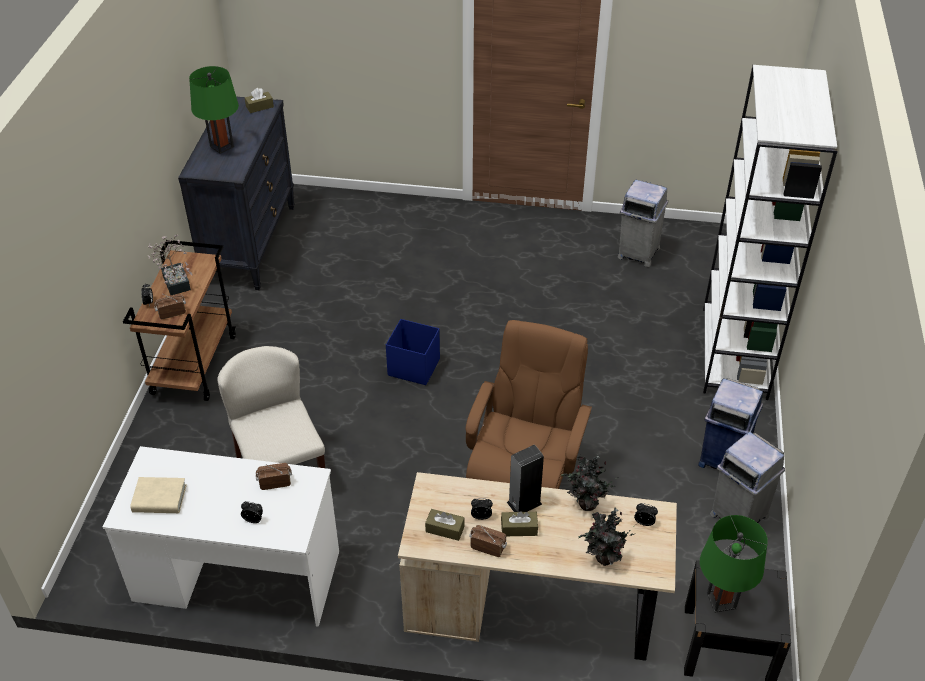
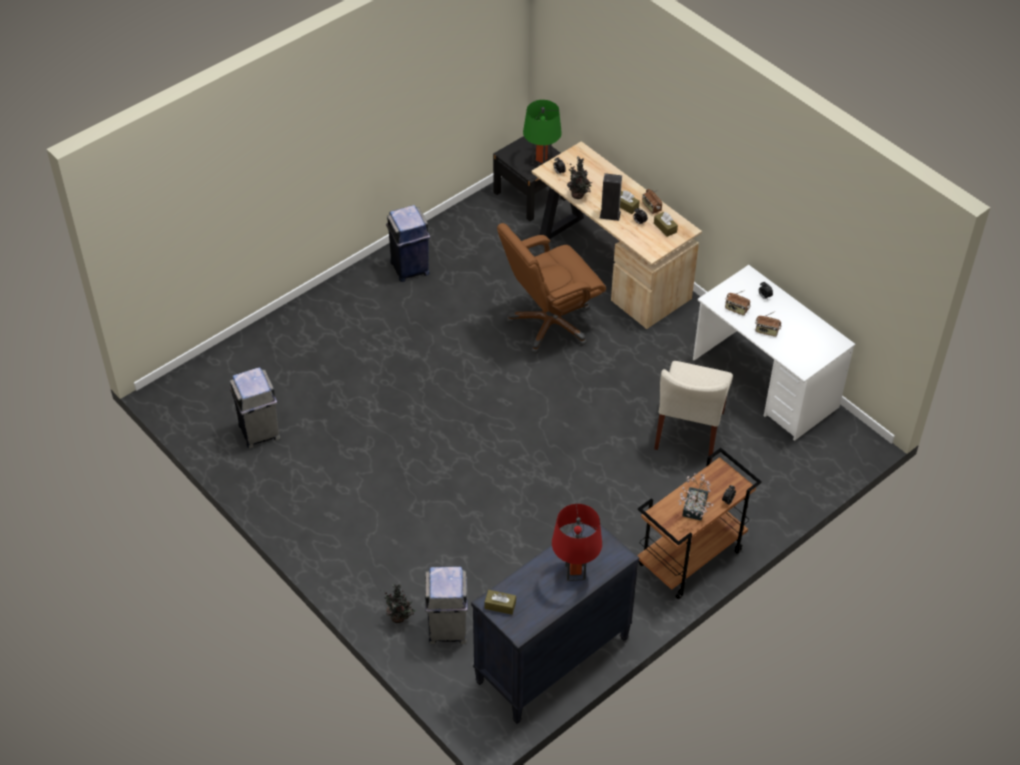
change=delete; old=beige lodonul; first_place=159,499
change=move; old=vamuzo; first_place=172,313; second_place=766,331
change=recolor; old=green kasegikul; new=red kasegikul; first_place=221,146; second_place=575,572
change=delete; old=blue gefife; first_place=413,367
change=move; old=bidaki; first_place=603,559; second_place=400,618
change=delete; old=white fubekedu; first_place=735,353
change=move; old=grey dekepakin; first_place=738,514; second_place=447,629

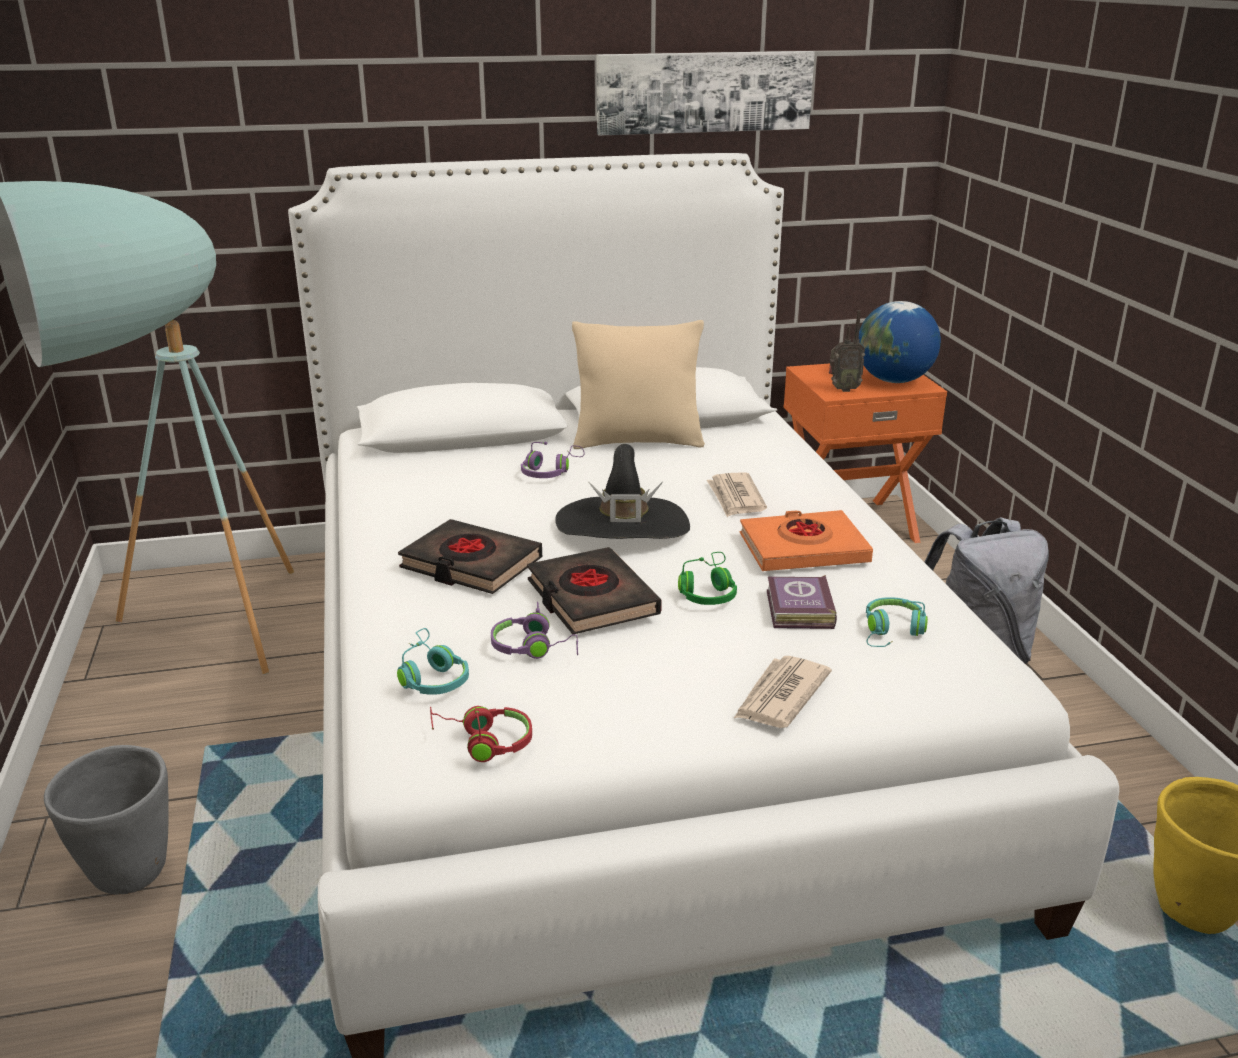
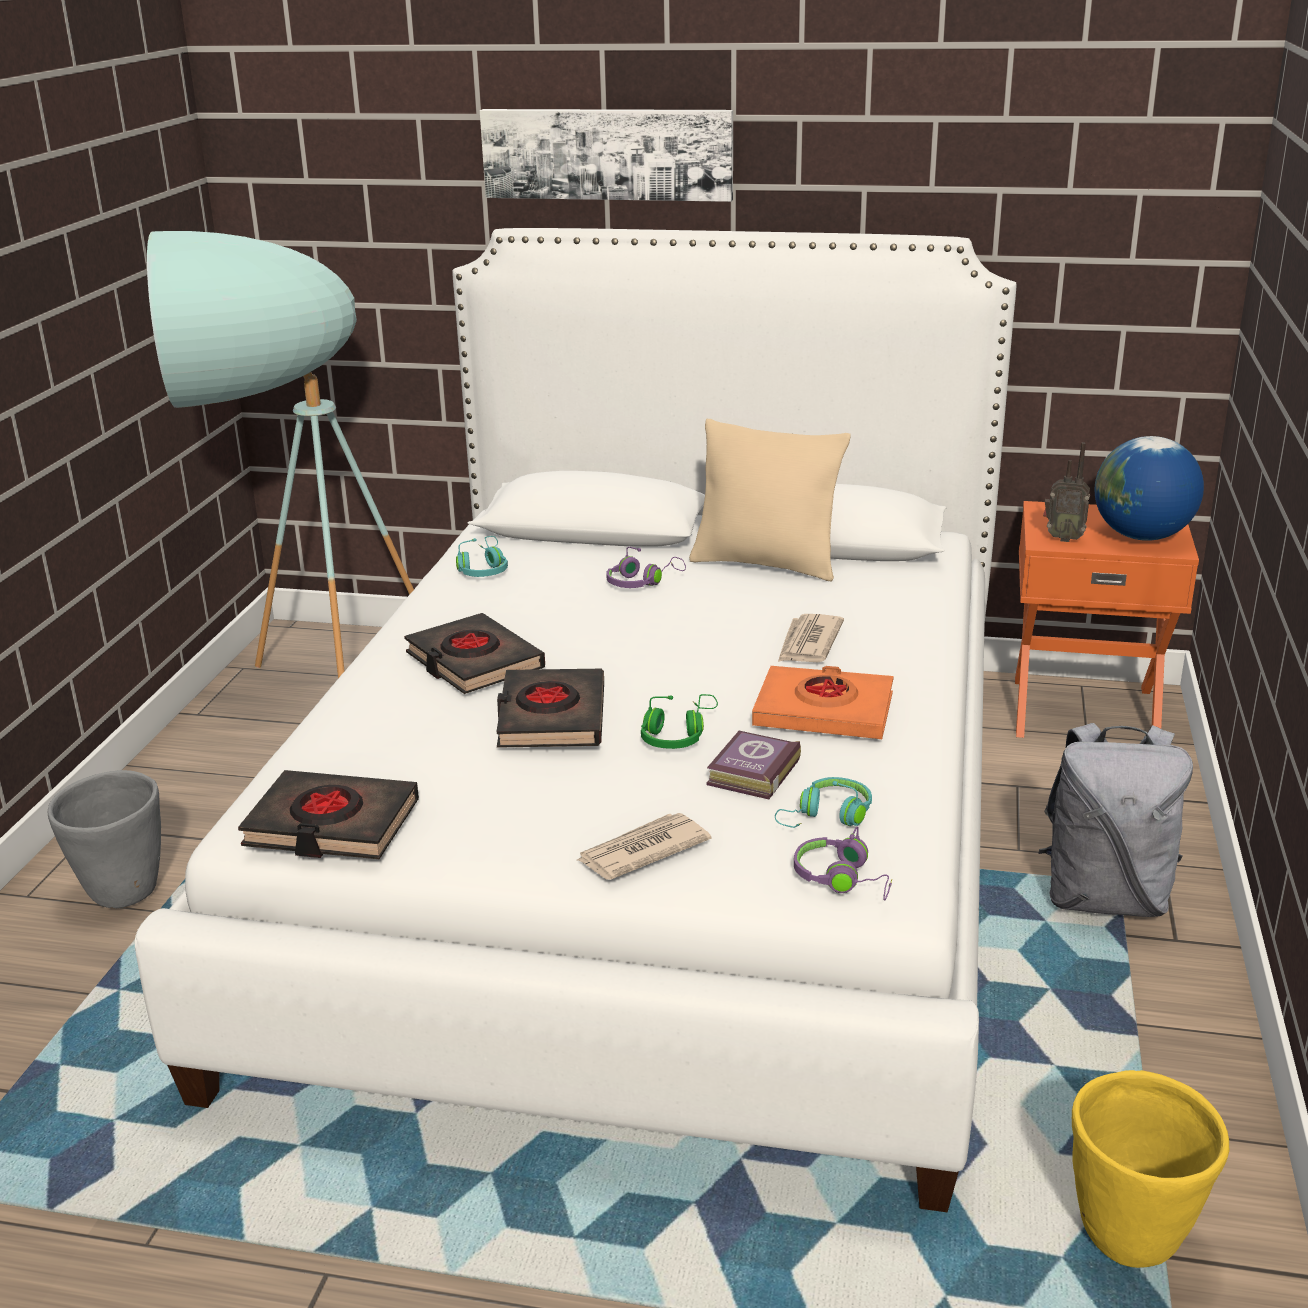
change=move; old=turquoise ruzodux; first_place=431,677; second_place=483,569
change=replace; old=red ruzodux; new=black lodonul; first_place=482,742; second_place=331,825
change=move; old=purple ruzodux; first_place=534,648; second_place=843,879
change=delete; old=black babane; first_place=623,526
change=move; old=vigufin; first_place=704,92; second_place=607,154

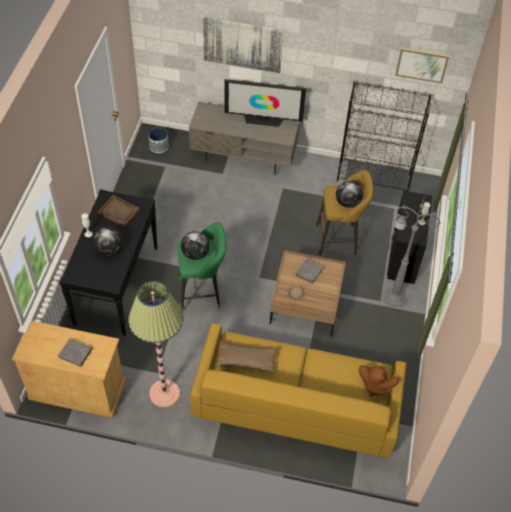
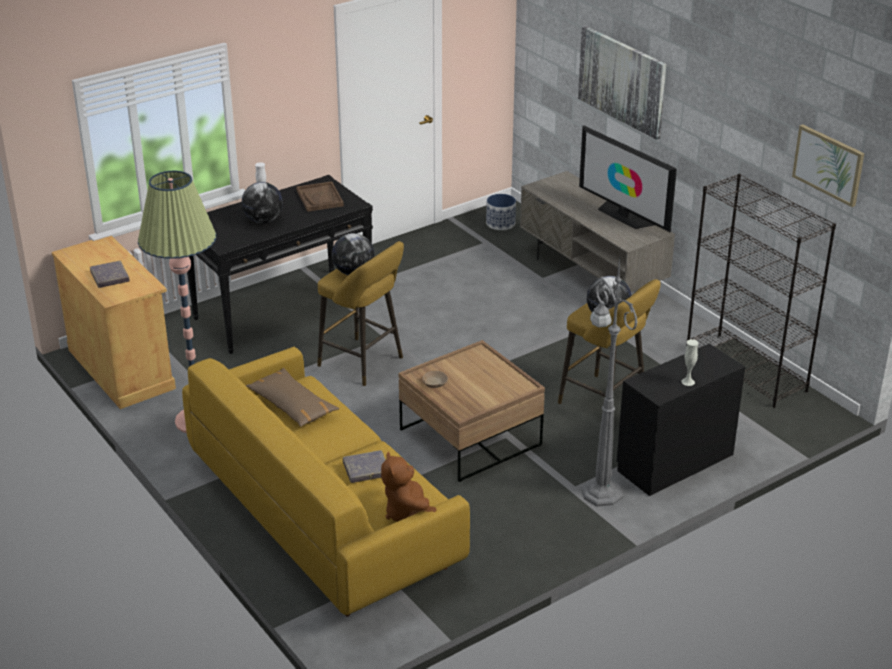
change=recolor; old=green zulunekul; new=yellow zulunekul; first_place=202,293; second_place=364,363
change=move; old=grey lodonul; first_place=309,272; second_place=366,469

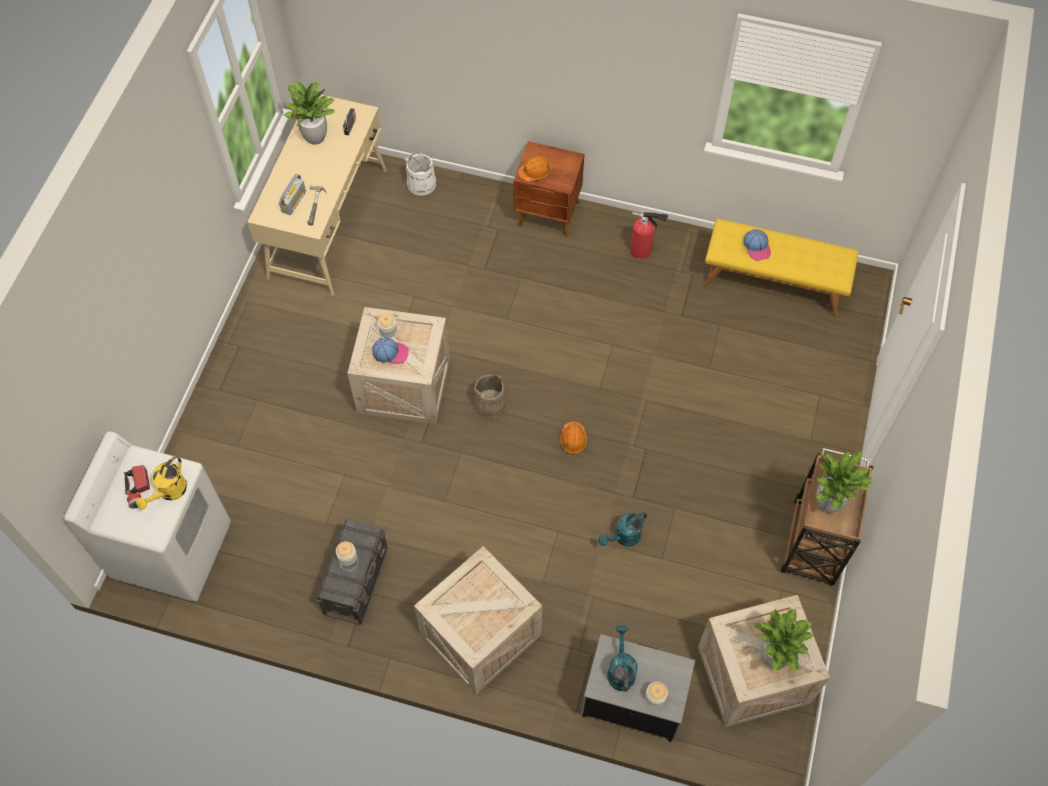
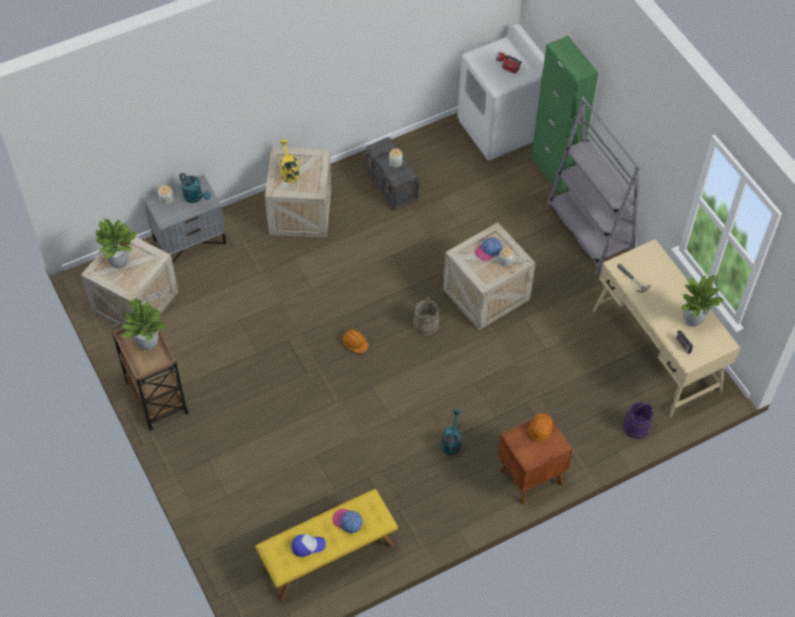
change=move; old=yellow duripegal; first_place=169,492; second_place=289,172
change=delete; old=vamuzo; first_place=294,201
change=recolor; old=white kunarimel; new=purple kunarimel; first_place=421,183; second_place=636,427
change=move; old=turquoise duripegal; first_place=624,538; second_place=451,442
change=delete; old=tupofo; first_place=643,250
change=insert; new=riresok; second_place=308,546
change=insert; new=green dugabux; second_place=554,171
change=insert; new=grey fubekedu; second_place=590,231

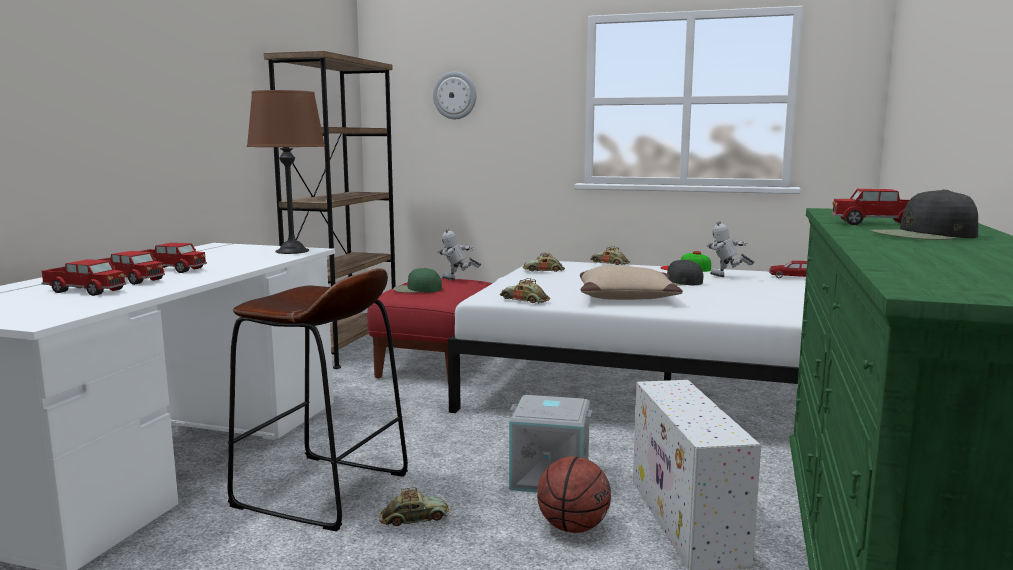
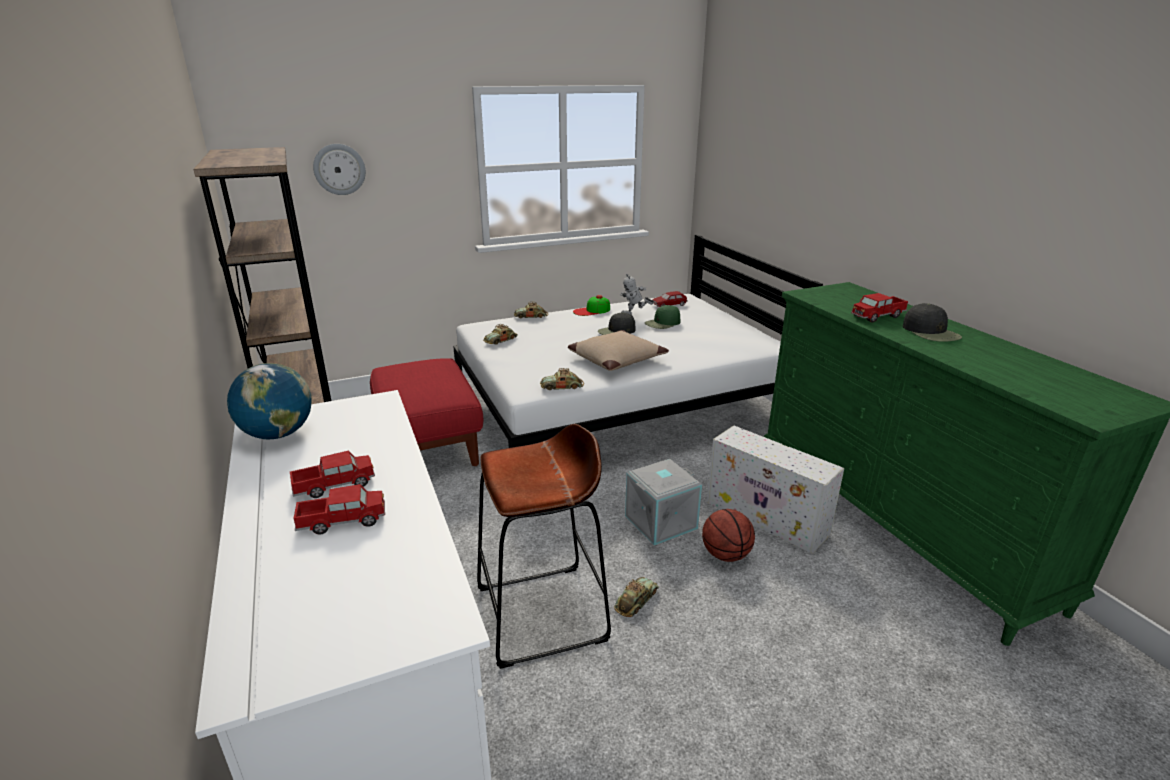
change=delete; old=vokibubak; first_place=85,291
change=delete; old=brown kasegikul; first_place=292,251
change=move; old=green riresok; first_place=416,289; second_place=663,323
change=delete; old=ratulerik; first_place=457,280
change=rotate; old=black riresok; first_place=924,235; second_place=931,332; degrees=-60
change=insert; new=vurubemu; second_place=278,434

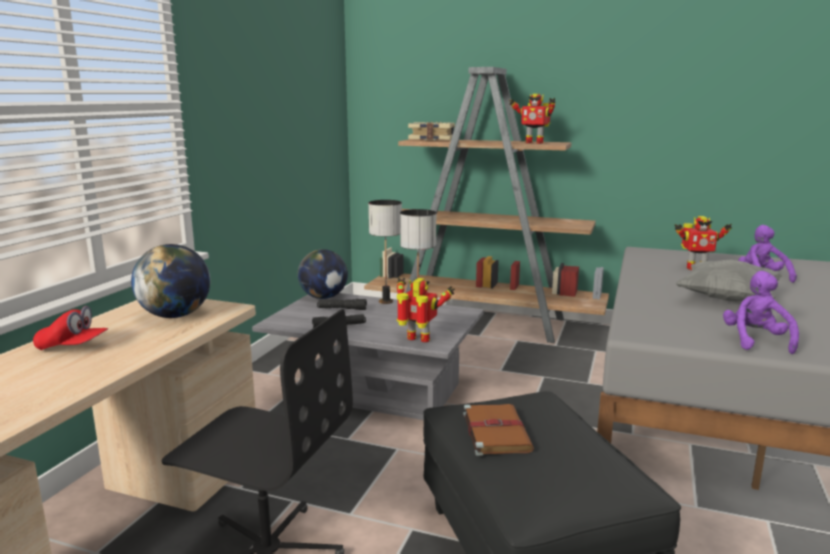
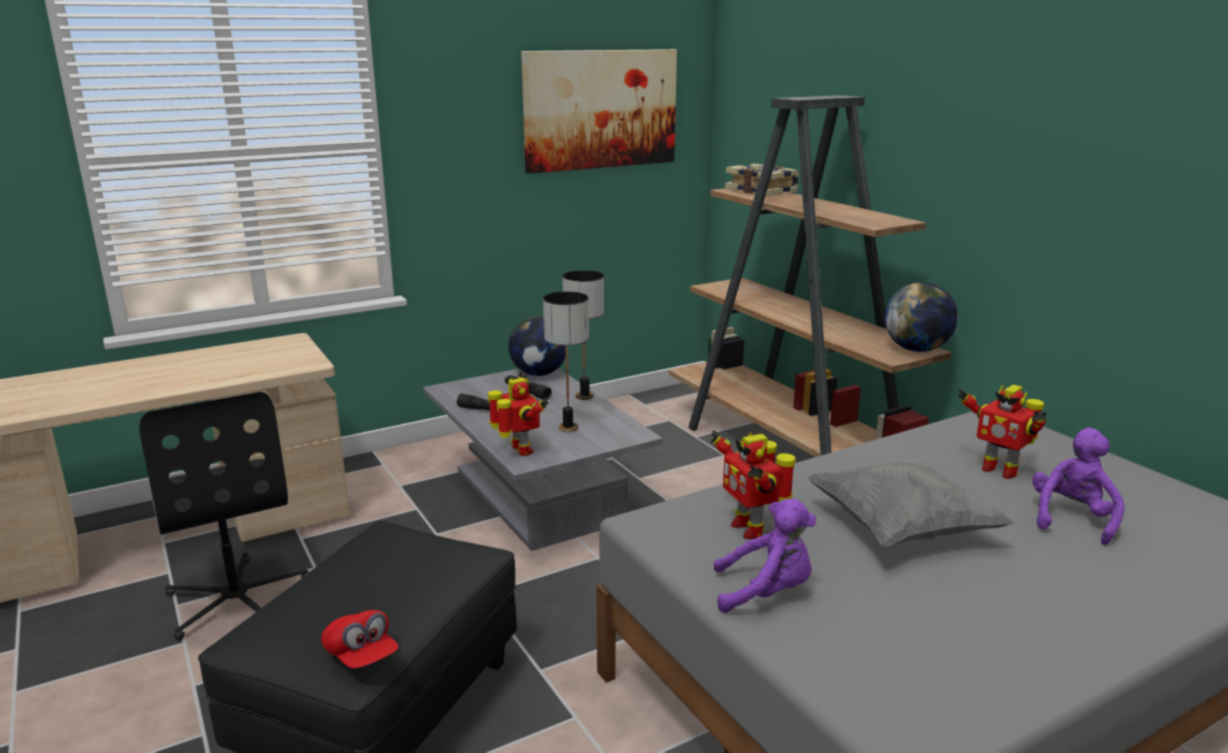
change=move; old=red riresok; first_place=73,347; second_place=361,656
change=move; old=vurubemu; first_place=175,315; second_place=916,349
change=delete; old=brown lodonul; first_place=495,431
change=move; old=ratulerik; first_place=533,143; second_place=749,528
change=rotate; old=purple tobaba; first_place=756,341; second_place=766,593; degrees=45
change=insert; new=vigufin; second_place=600,109

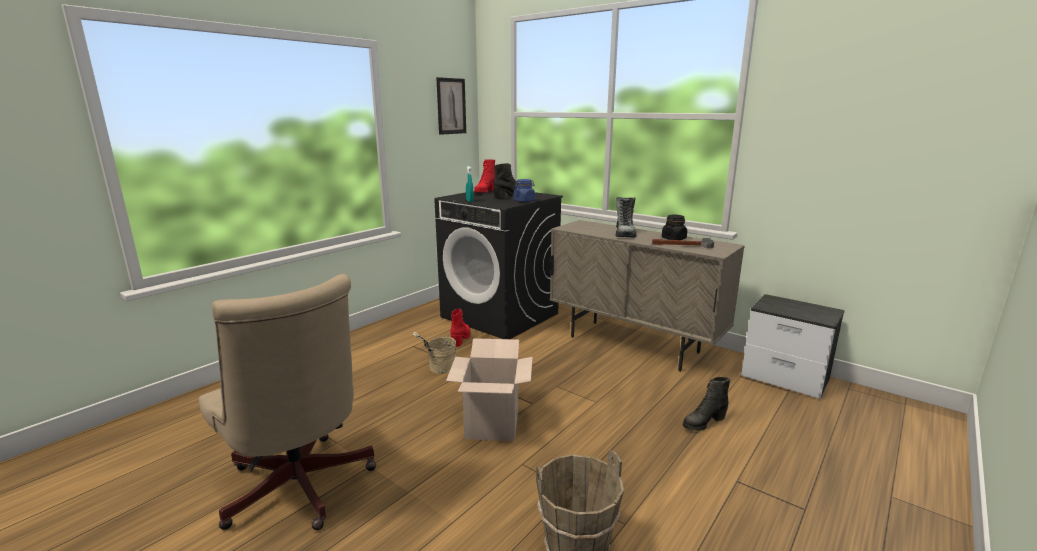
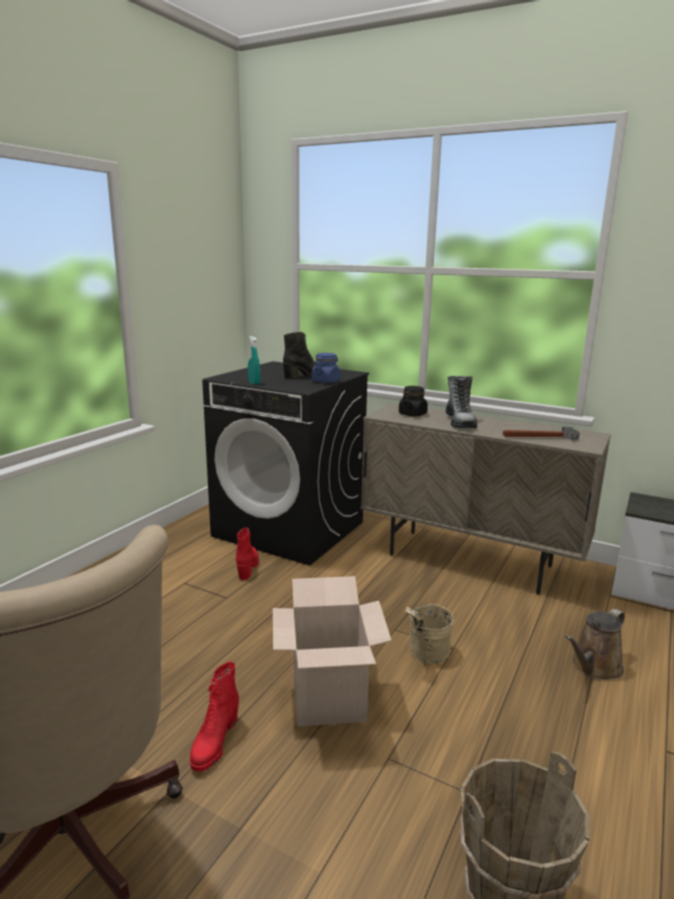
change=move; old=beige kunarimel; first_place=438,369; second_place=425,655
change=delete; old=vigufin; first_place=451,106
change=move; old=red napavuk; first_place=485,192; second_place=214,743
change=move; old=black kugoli; first_place=673,239; second_place=412,414
change=replace; old=black napavuk; new=brown duripegal; first_place=703,423; second_place=593,667

